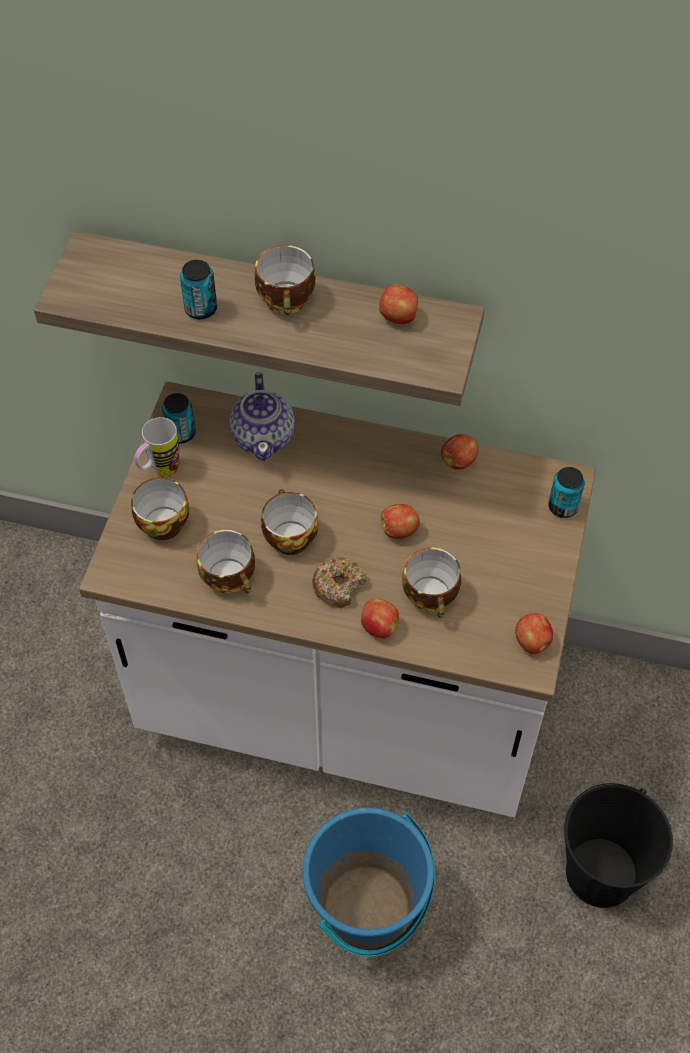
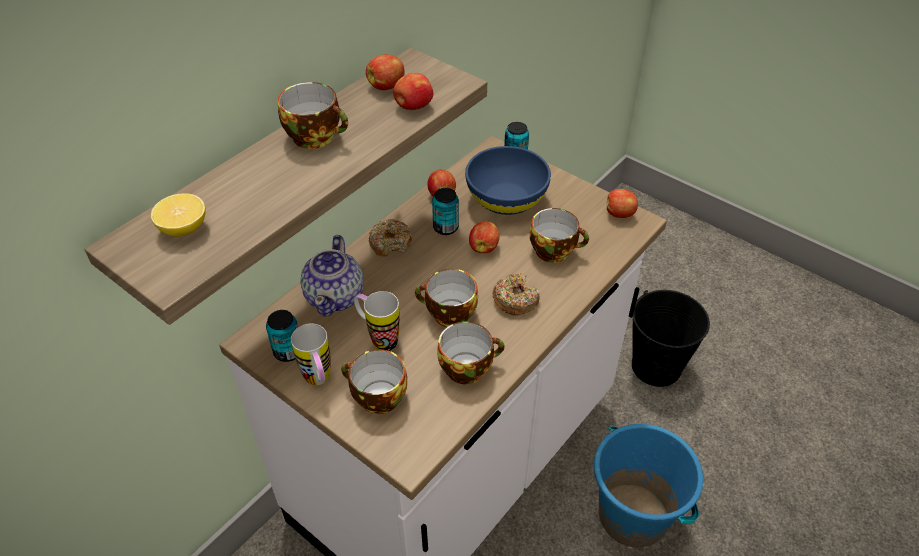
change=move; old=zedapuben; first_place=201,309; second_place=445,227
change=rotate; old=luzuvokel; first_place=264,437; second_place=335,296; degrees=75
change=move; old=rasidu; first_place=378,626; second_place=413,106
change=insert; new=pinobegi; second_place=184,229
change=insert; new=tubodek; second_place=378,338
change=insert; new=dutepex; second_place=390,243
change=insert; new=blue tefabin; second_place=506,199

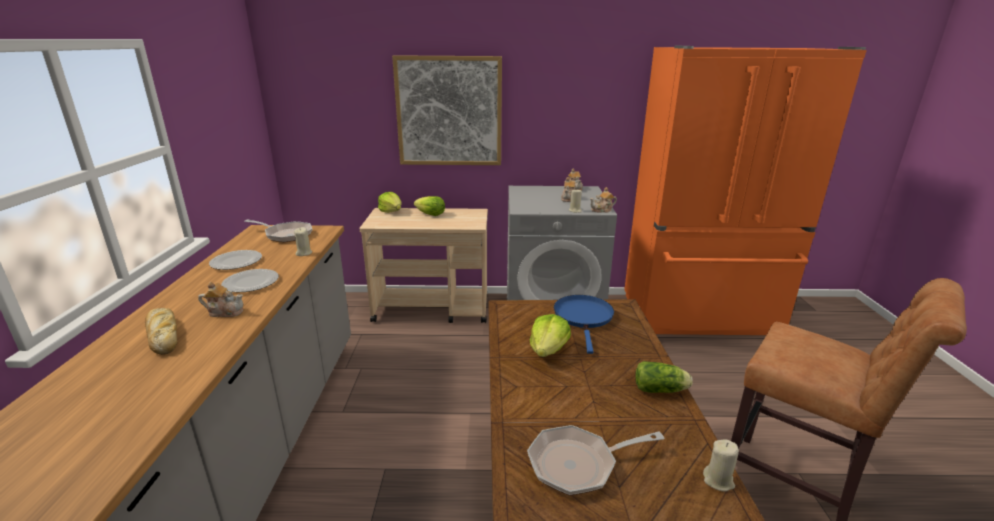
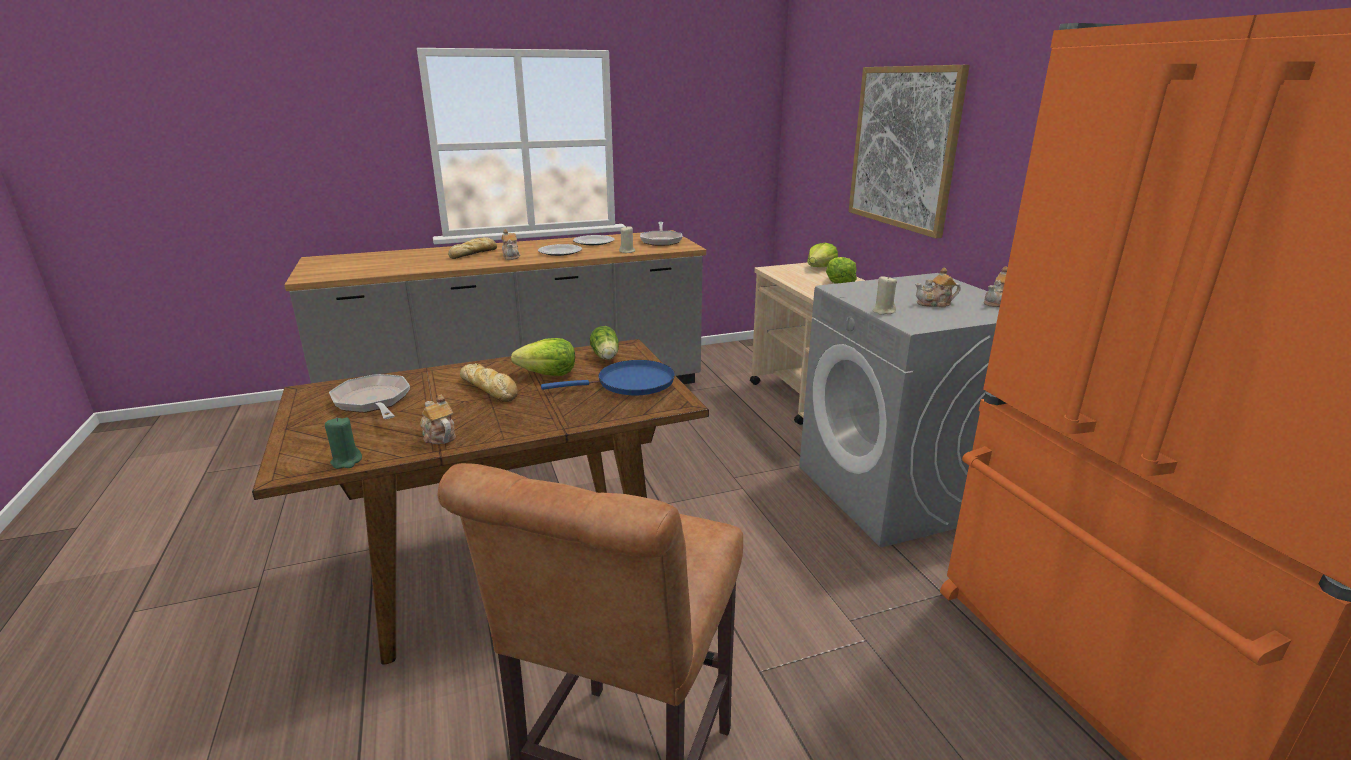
change=move; old=luzuvokel; first_place=602,210; second_place=438,436
change=move; old=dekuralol; first_place=661,390; second_place=605,357
change=recolor; old=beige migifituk; new=green migifituk; first_place=718,480; second_place=346,461
change=insert; new=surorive; second_place=490,389

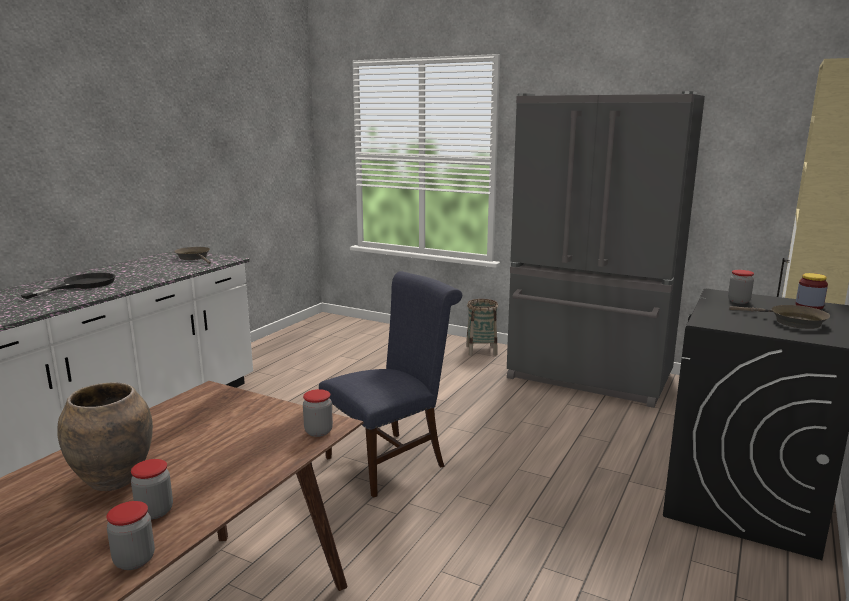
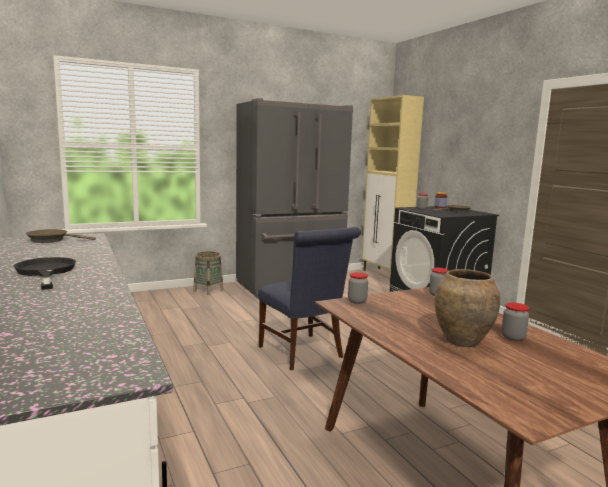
change=move; old=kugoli; first_place=134,560; second_place=357,301
change=rotate; old=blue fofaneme; first_place=391,460; second_place=304,353; degrees=150

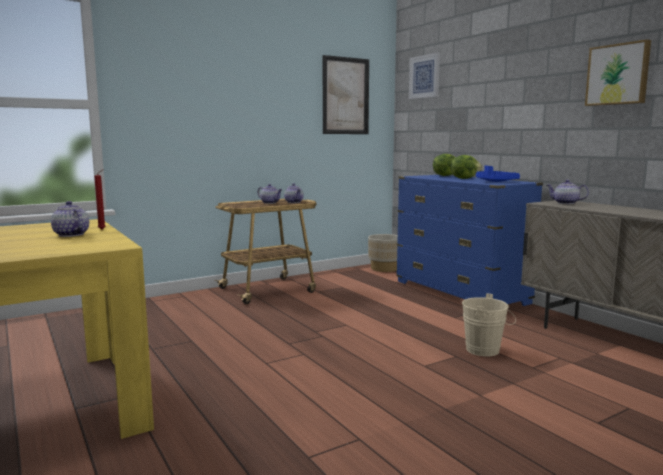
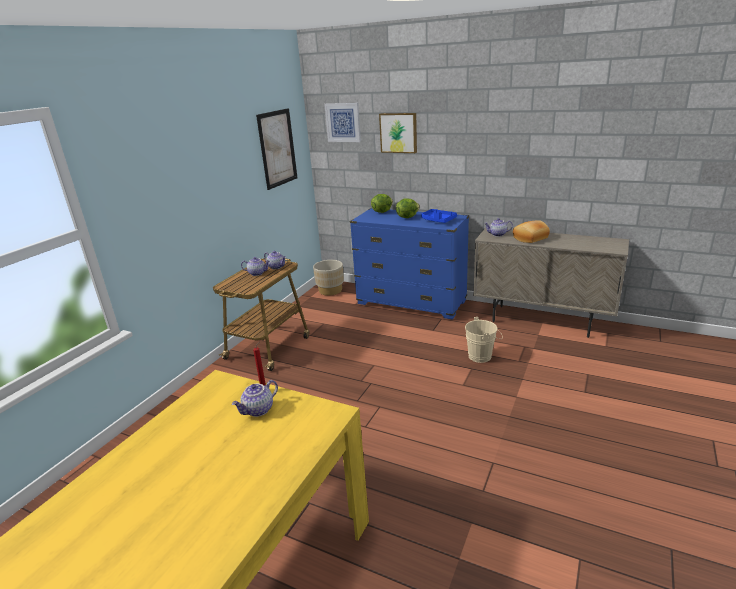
change=rotate; old=luzuvokel; first_place=70,235; second_place=258,410; degrees=-60
change=move; old=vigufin; first_place=618,74; second_place=399,132
change=insert; new=surorive; second_place=531,238

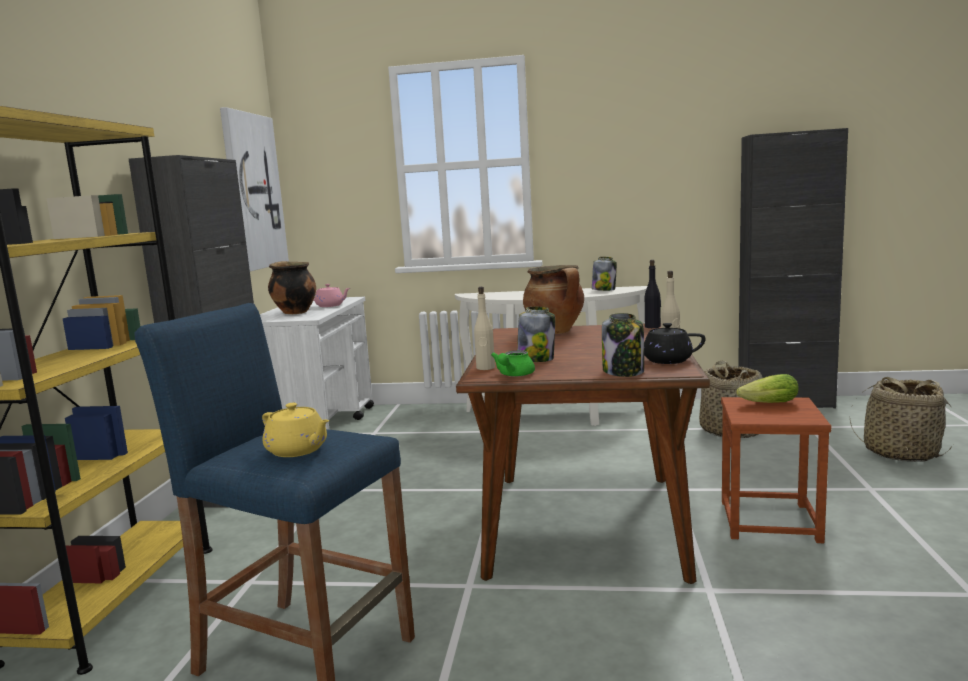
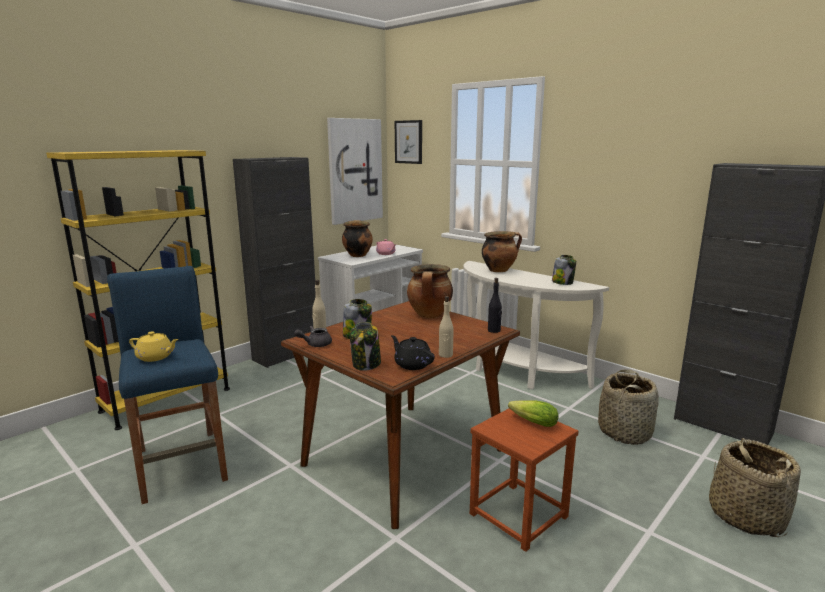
change=rotate; old=yellow luzuvokel; first_place=298,450; second_place=156,357; degrees=-60
change=recolor; old=green luzuvokel; new=grey luzuvokel; first_place=513,375; second_place=315,344
change=insert; new=vigufin; second_place=408,142
change=insert; new=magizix; second_place=499,270

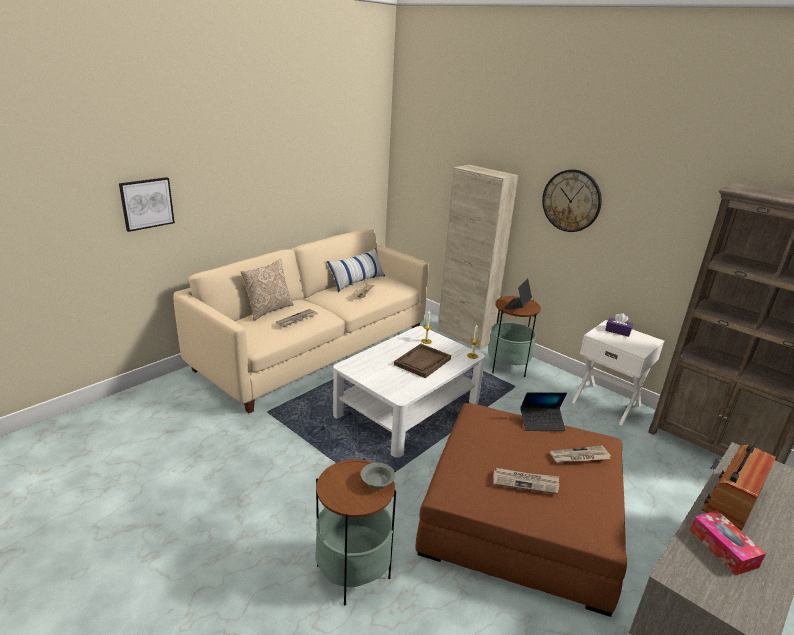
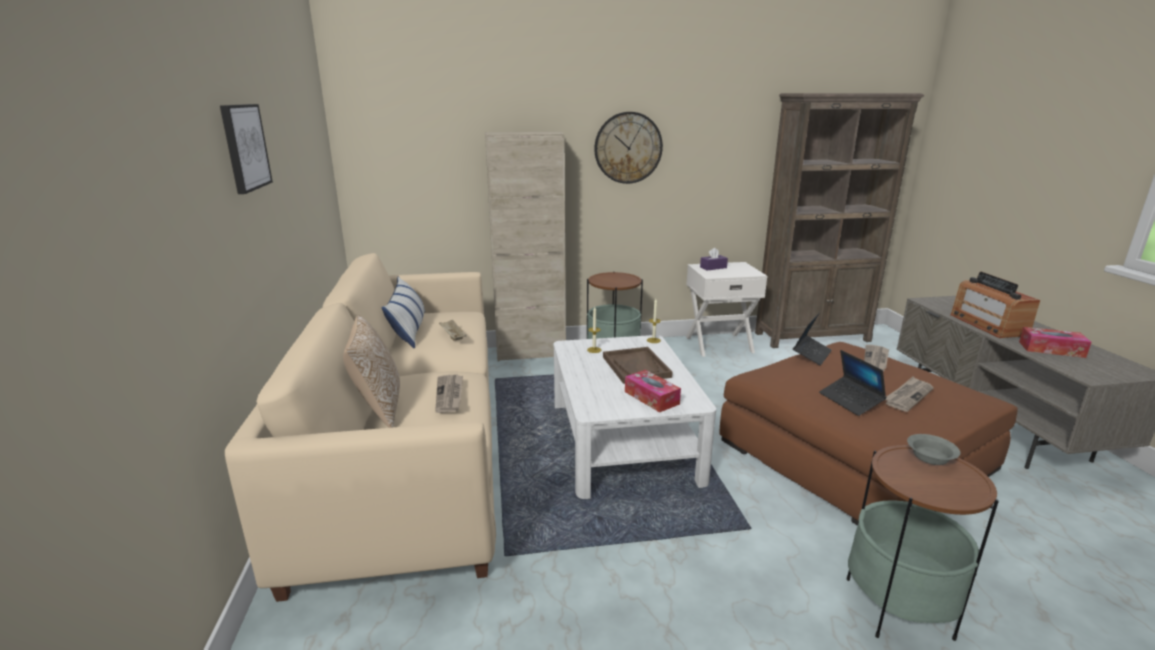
change=move; old=vigufin; first_place=146,203; second_place=244,147
change=move; old=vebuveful; first_place=517,306; second_place=850,401
change=insert; new=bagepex; second_place=651,398

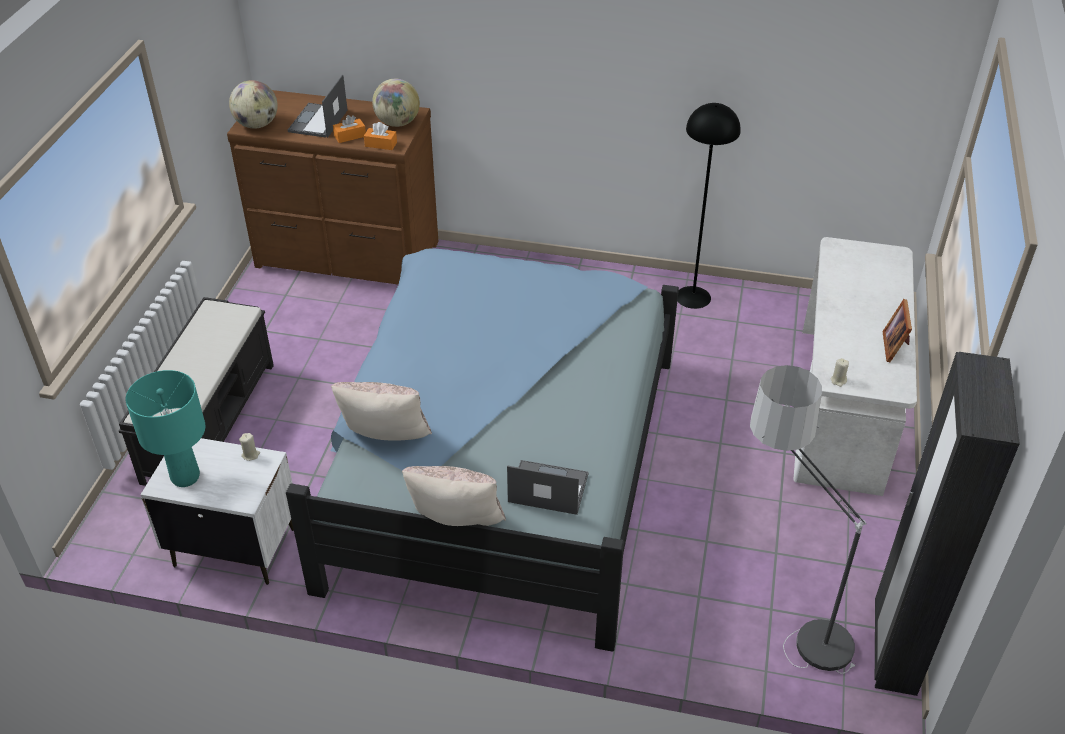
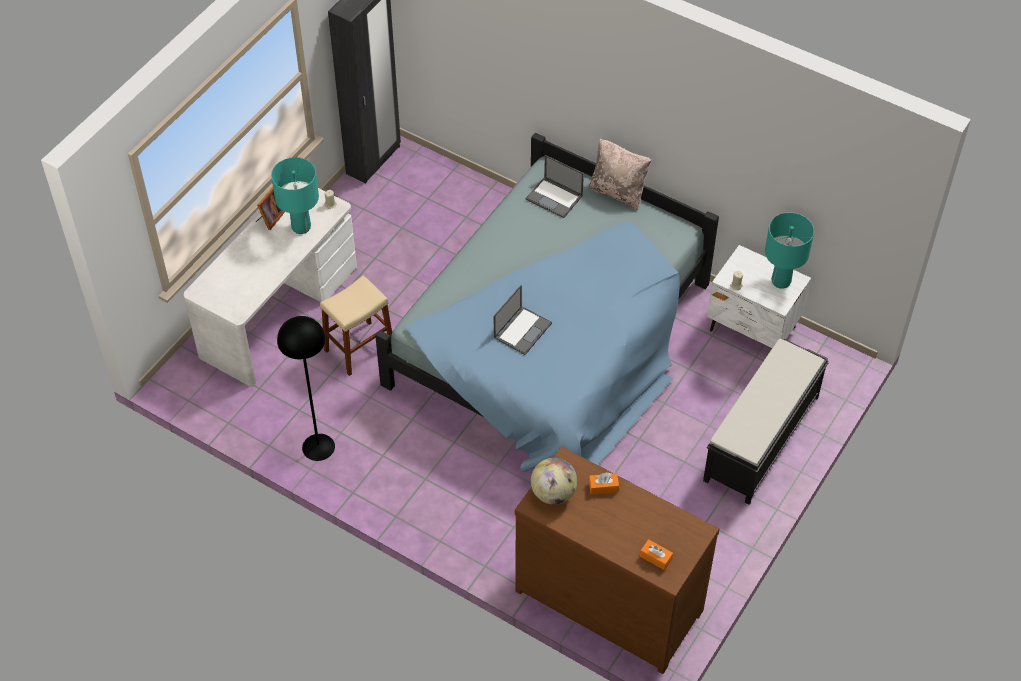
change=delete; old=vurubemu; first_place=257,125
change=move; old=vebuveful; first_place=318,121; second_place=522,330
change=delete; old=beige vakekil; first_place=385,439
change=move; old=orange bagepex; first_place=381,144; second_place=656,558
change=delete; old=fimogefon; first_place=785,621
change=insert; new=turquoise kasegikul; second_place=301,227
change=insert; new=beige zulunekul; second_place=359,348

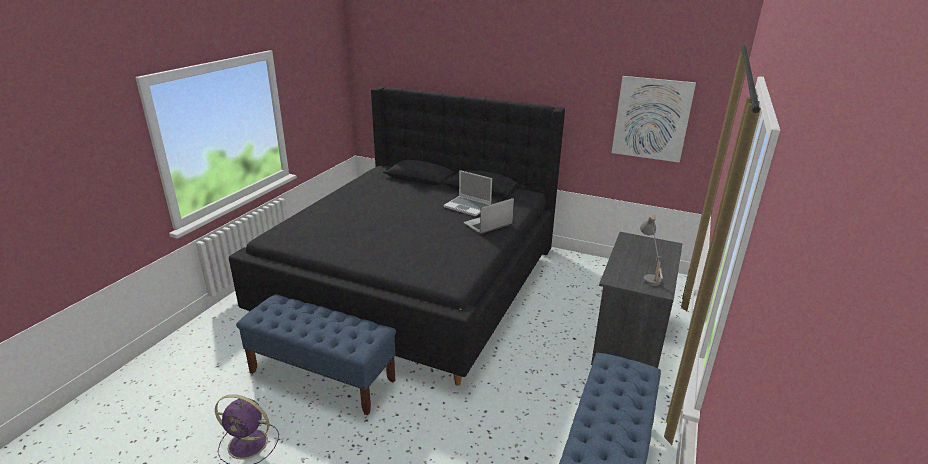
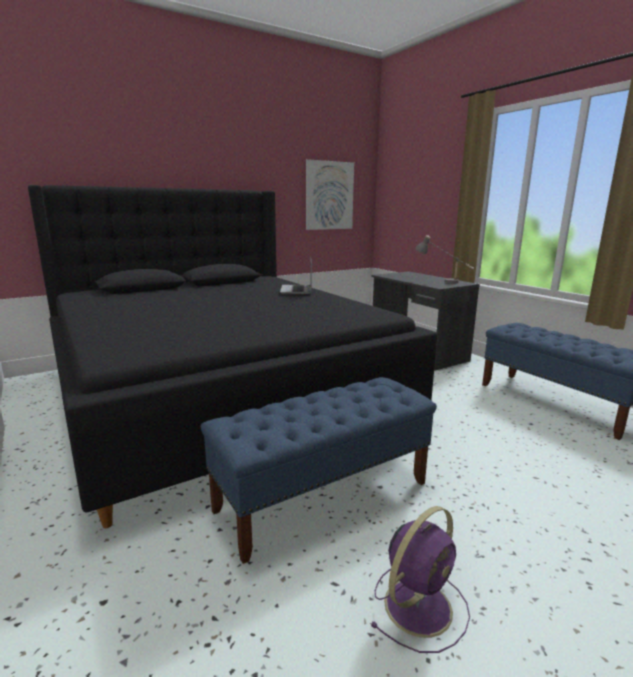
change=delete; old=vebuveful; first_place=468,207

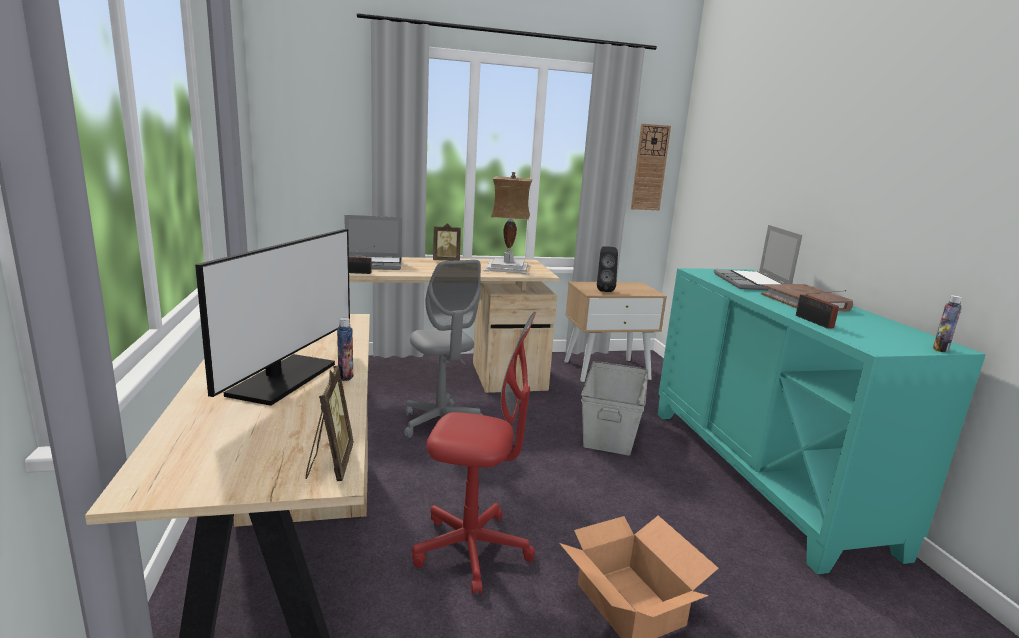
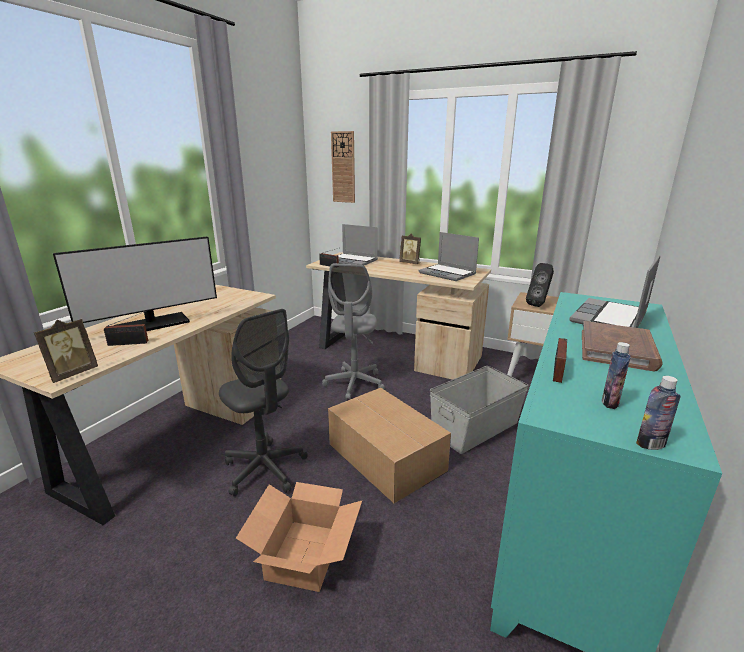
change=move; old=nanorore; first_place=345,376; second_place=610,402
change=recolor; old=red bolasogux; new=grey bolasogux; first_place=472,550; second_place=265,469
change=replace; old=kasegikul; new=vebuveful; first_place=508,268; second_place=448,273
change=move; old=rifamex; first_place=650,168; second_place=343,167
change=insert; new=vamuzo; second_place=130,343
change=insert; new=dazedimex; second_place=385,456

